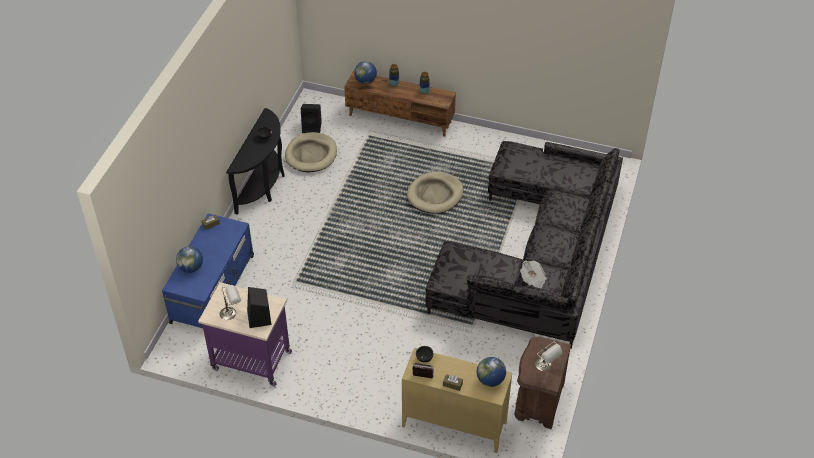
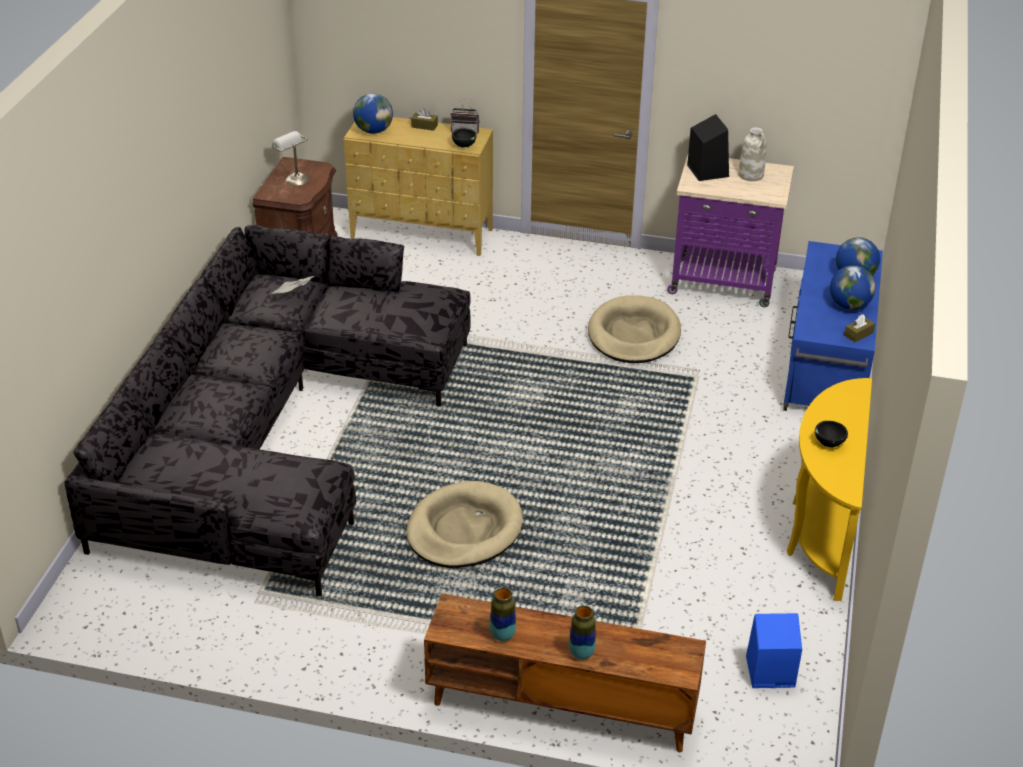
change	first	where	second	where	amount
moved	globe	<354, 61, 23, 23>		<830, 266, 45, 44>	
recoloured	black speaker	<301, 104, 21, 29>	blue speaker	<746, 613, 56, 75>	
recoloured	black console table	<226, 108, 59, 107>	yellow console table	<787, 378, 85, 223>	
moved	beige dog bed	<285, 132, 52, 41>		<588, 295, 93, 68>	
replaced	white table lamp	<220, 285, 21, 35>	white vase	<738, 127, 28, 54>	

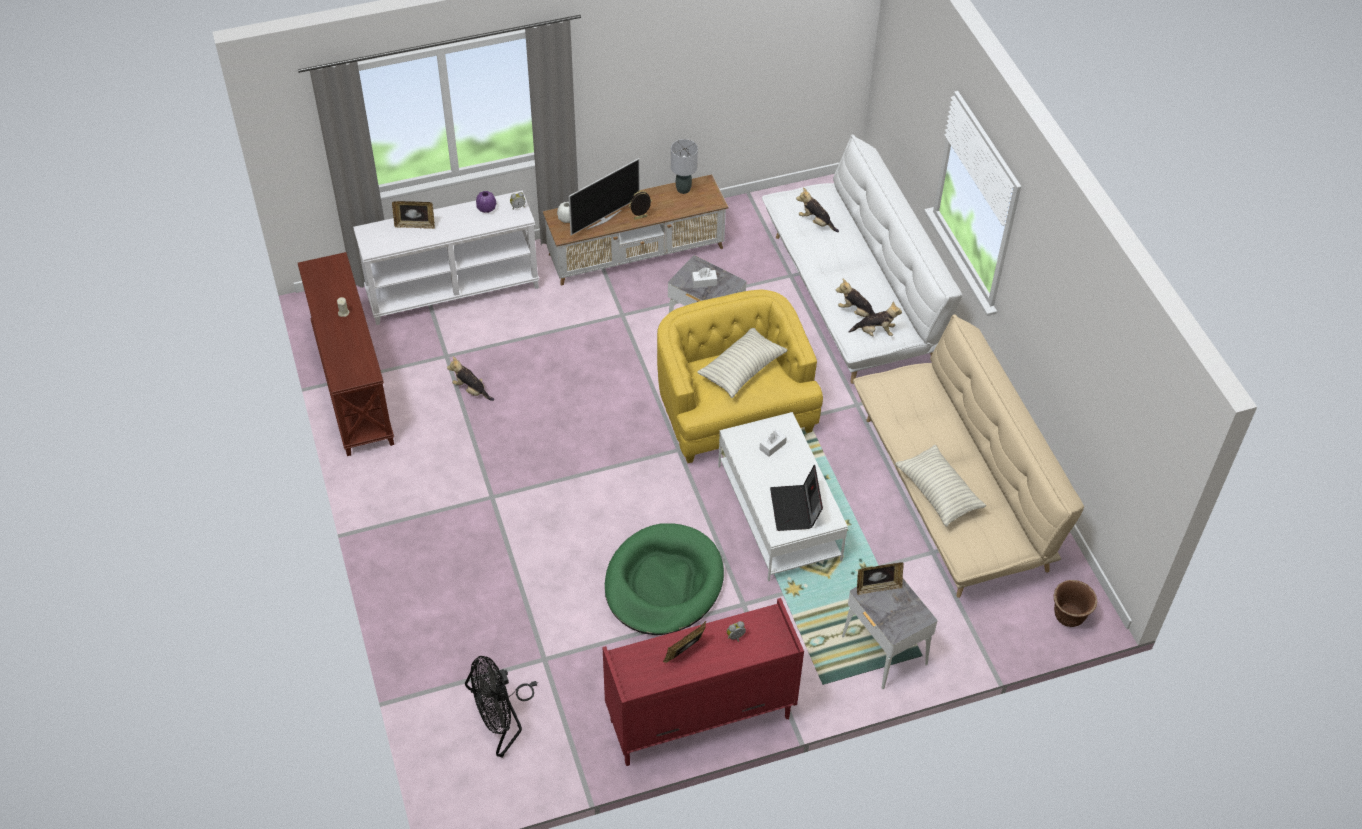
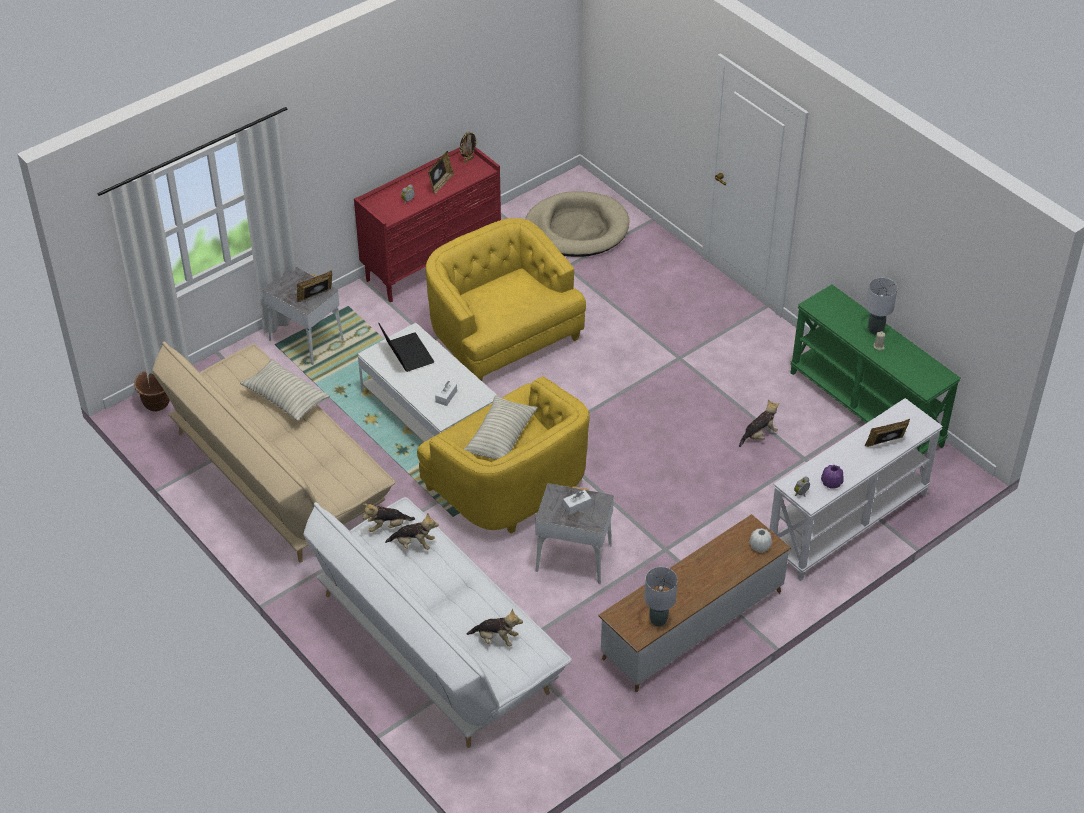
change	first	where	second	where	amount
removed	television	<569, 158, 71, 77>			
moved	picture frame	<629, 190, 23, 30>		<459, 132, 19, 31>	
recoloured	brown console table	<298, 252, 96, 204>	green console table	<790, 284, 171, 170>	
turned	plush toy	<447, 357, 47, 44>		<739, 400, 40, 47>	45 degrees counterclockwise
replaced	green dog bed	<605, 523, 119, 112>	yellow armchair	<425, 218, 161, 163>	
replaced	black fan	<465, 656, 74, 102>	beige dog bed	<525, 191, 105, 66>	
added			grey table lamp	<866, 278, 32, 57>	

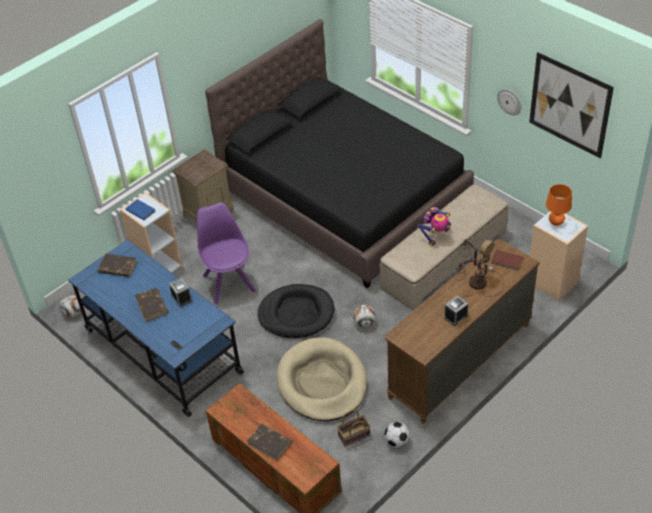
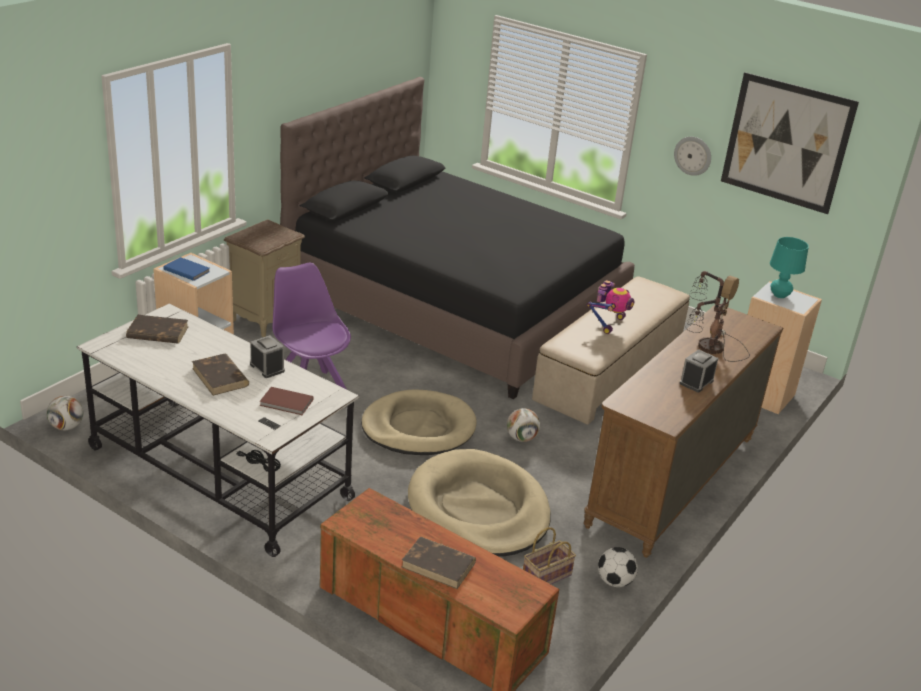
change	first	where	second	where	amount
recoloured	orange table lamp	<546, 184, 26, 42>	turquoise table lamp	<770, 237, 39, 61>	
recoloured	blue desk	<68, 240, 176, 177>	white desk	<77, 303, 282, 254>	
moved	brown book	<491, 249, 32, 22>		<260, 387, 54, 28>	
recoloured	black dog bed	<258, 284, 77, 54>	beige dog bed	<361, 389, 116, 66>	

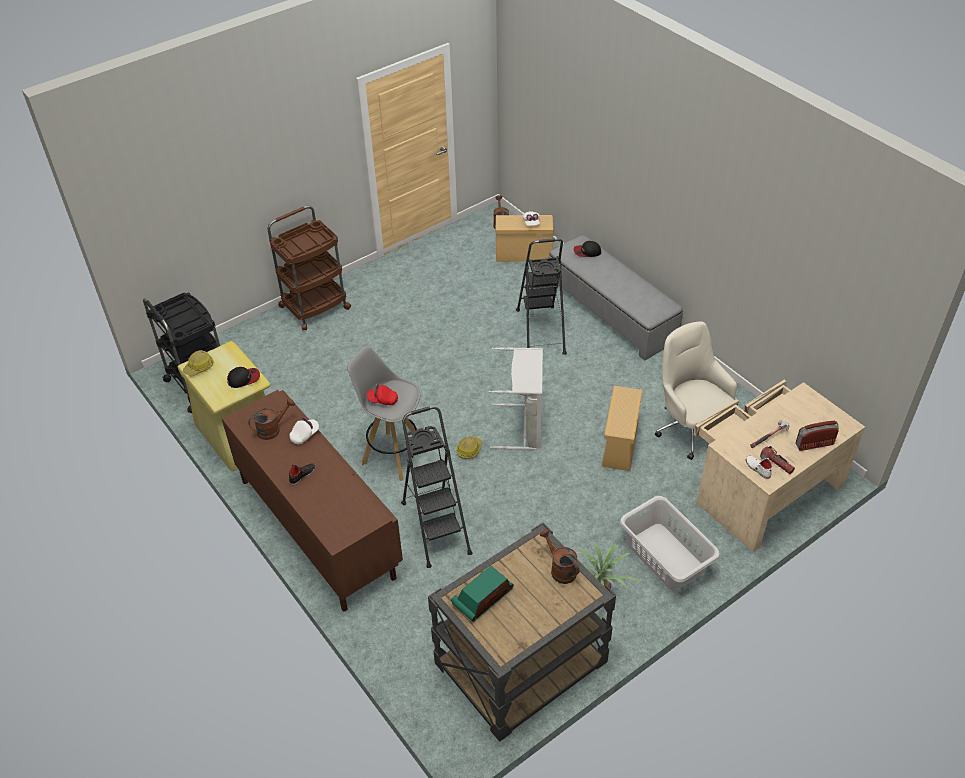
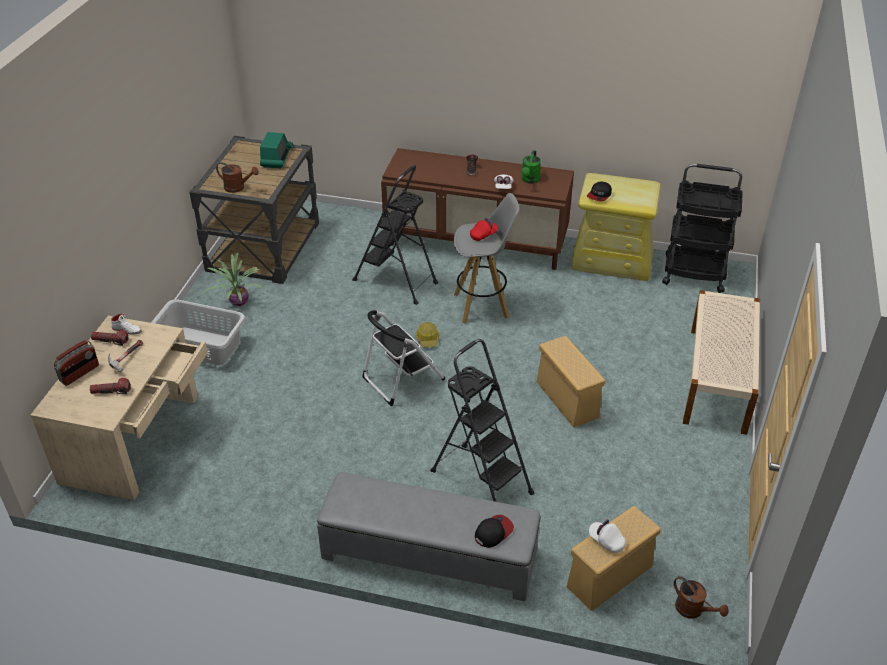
change	first	where	second	where	amount
replaced	brown cart	<268, 206, 83, 124>	beige bench	<683, 290, 77, 145>	
removed	beige office chair	<655, 321, 82, 139>			
replaced	grey laundry basket	<489, 347, 54, 103>	step ladder	<362, 310, 83, 96>	
removed	hard hat	<183, 350, 30, 27>			
moved	beige storage box	<602, 386, 41, 85>		<537, 336, 68, 92>	
recoloured	brown watering can	<248, 398, 47, 42>	green watering can	<521, 150, 20, 34>	
added			flashlight	<90, 378, 41, 16>	

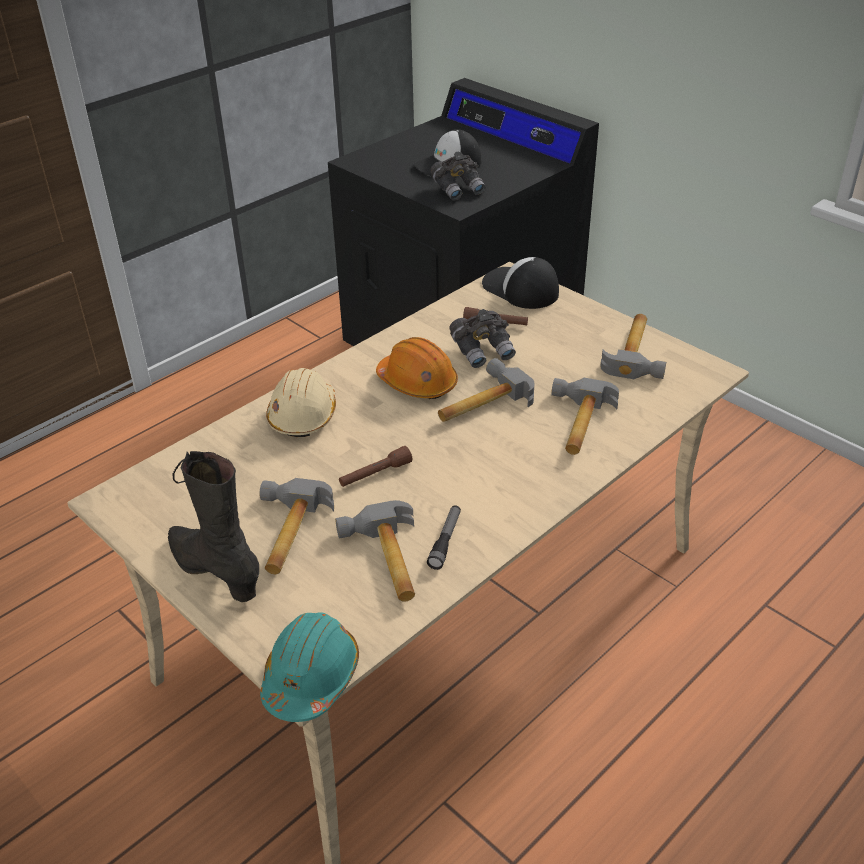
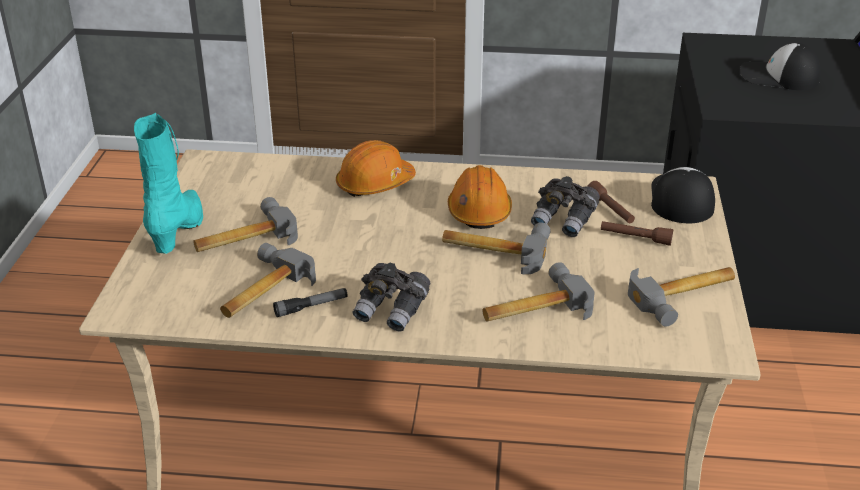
change	first	where	second	where	amount
moved	grey binoculars	<430, 152, 56, 48>		<353, 263, 77, 69>	
recoloured	beige hard hat	<266, 368, 70, 69>	orange hard hat	<336, 140, 80, 57>	
moved	brown flashlight	<339, 446, 73, 41>		<601, 221, 72, 25>	
recoloured	black boot	<168, 451, 91, 151>	turquoise boot	<134, 113, 69, 141>	
removed	turquoise hard hat	<260, 612, 99, 110>			

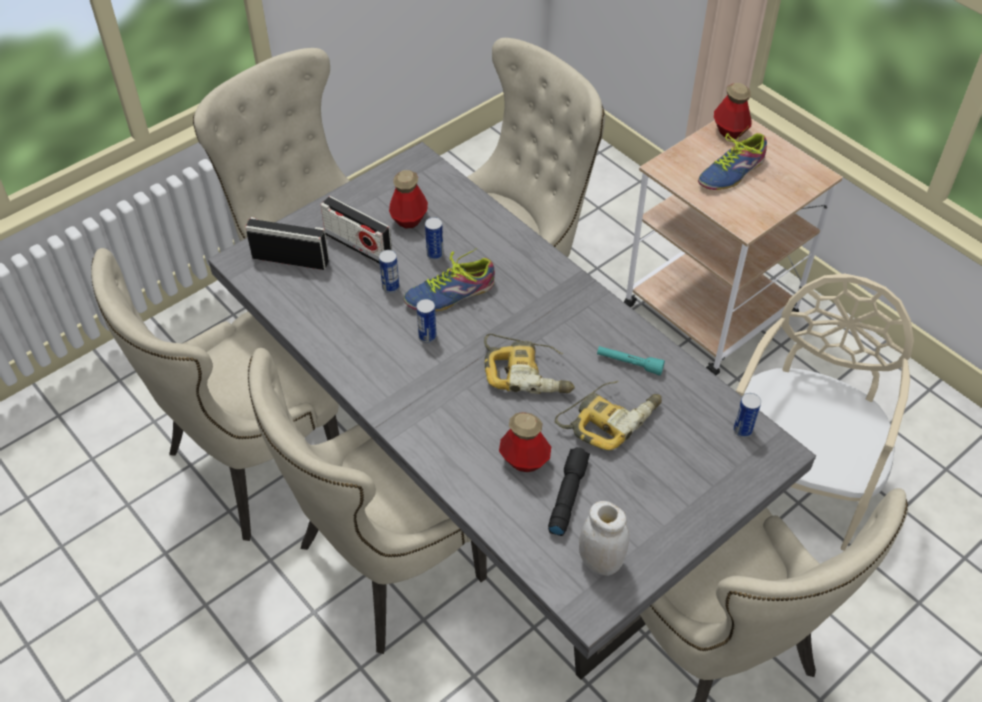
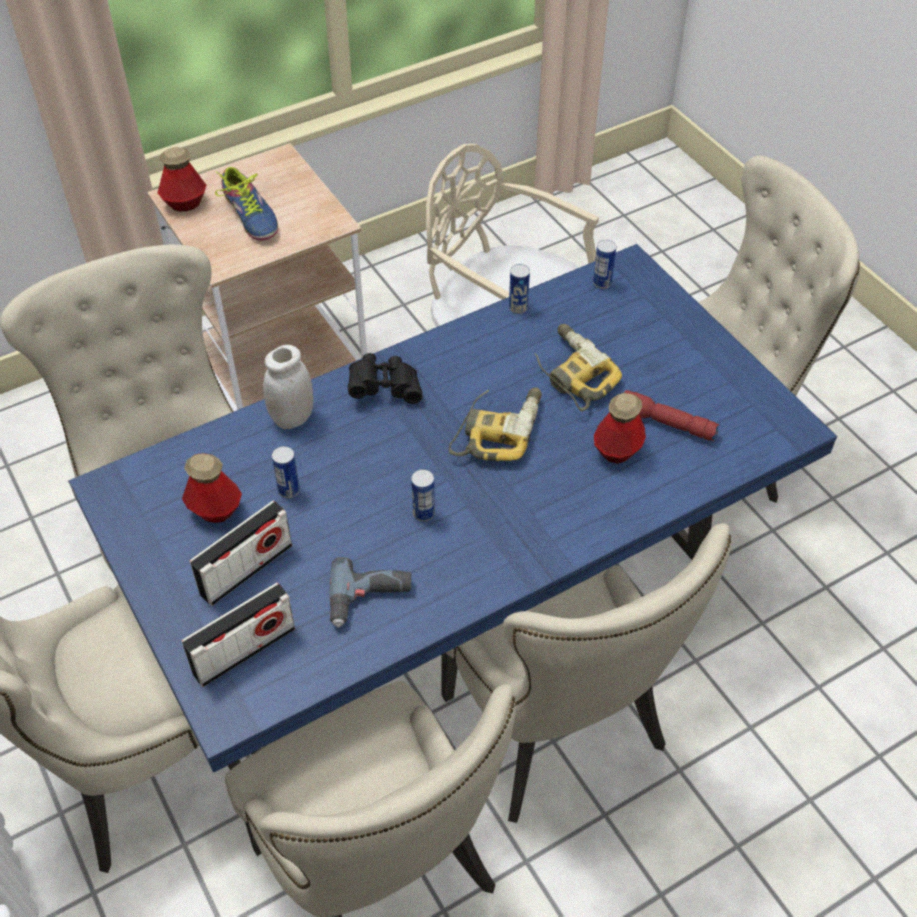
change	first	where	second	where	amount
recoloured	grey dining table	<208, 142, 608, 538>	blue dining table	<68, 244, 769, 529>	
turned	radio	<245, 217, 84, 53>		<182, 583, 113, 104>	150 degrees counterclockwise
removed	shoe	<404, 248, 91, 63>			
moved	can	<379, 250, 20, 43>		<509, 264, 21, 50>	
removed	turquoise flashlight	<597, 346, 68, 30>			
recoloured	black flashlight	<548, 447, 42, 89>	red flashlight	<624, 390, 96, 51>	
moved	white jar	<579, 501, 50, 75>		<263, 345, 50, 84>	
added			black binoculars	<348, 353, 74, 51>	
added			power drill	<329, 557, 82, 71>	

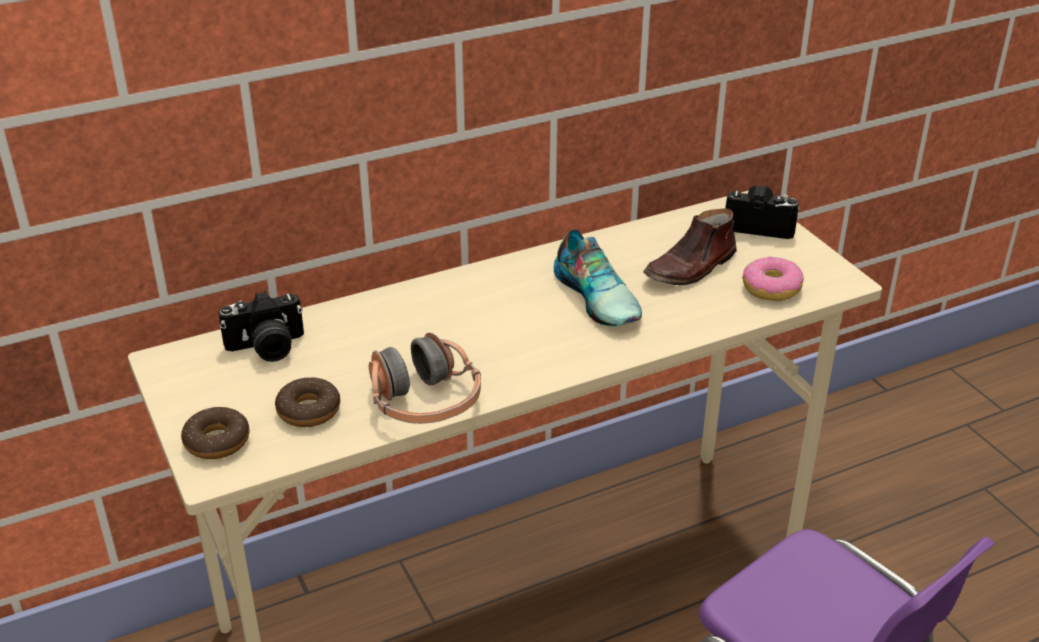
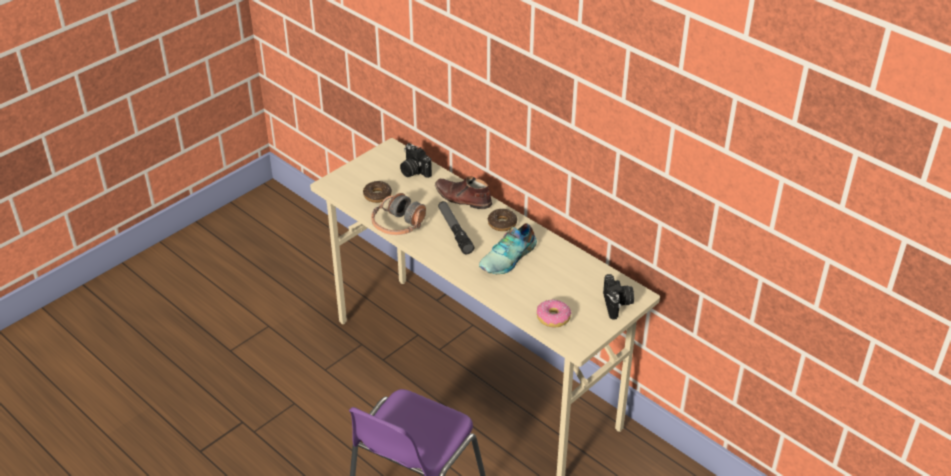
change	first	where	second	where	amount
moved	brown shoe	<643, 208, 94, 77>		<435, 176, 57, 33>	
moved	donut	<181, 407, 68, 52>		<488, 209, 29, 22>	
added			flashlight	<438, 201, 37, 53>	

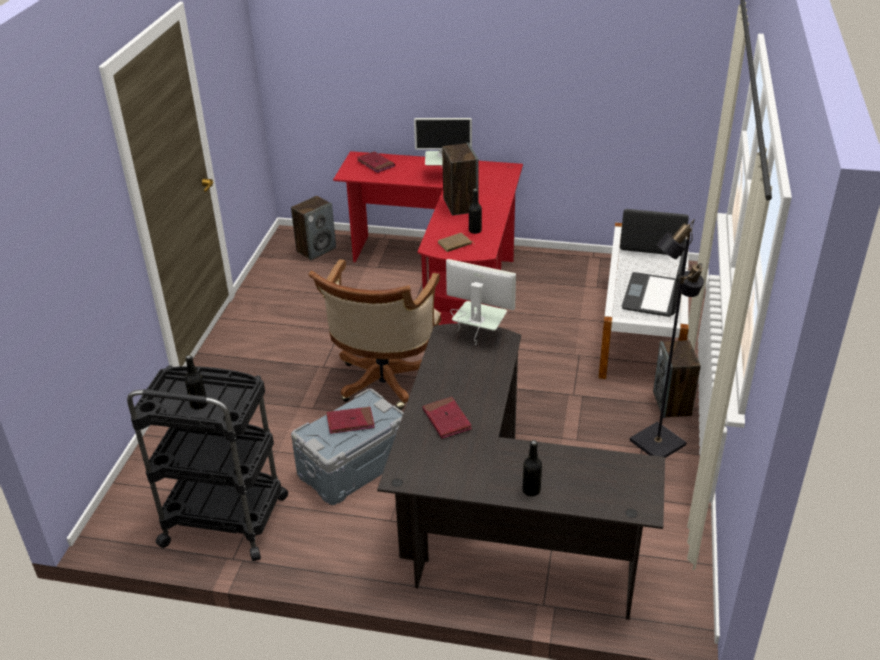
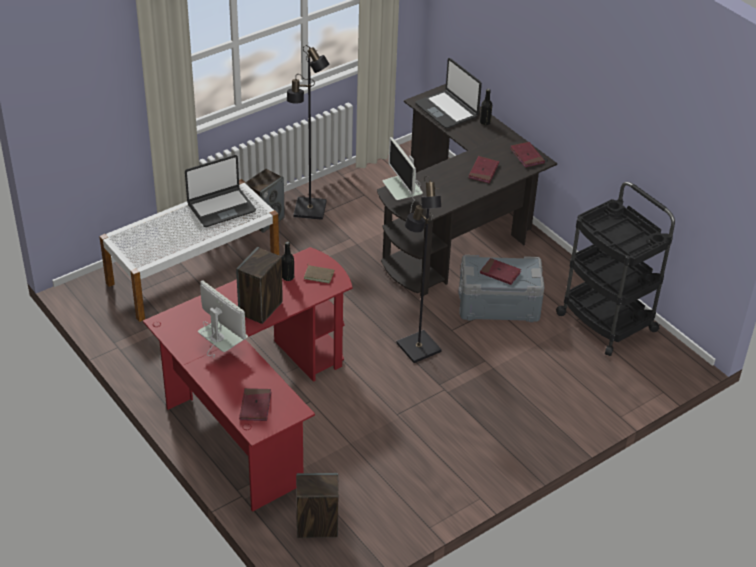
change	first	where	second	where	amount
moved	laptop	<620, 209, 69, 47>		<415, 58, 67, 70>	
replaced	office chair	<309, 259, 132, 151>	black floor lamp	<396, 176, 46, 187>	
removed	black bottle	<185, 355, 22, 54>			
added			red book	<510, 142, 35, 26>	

